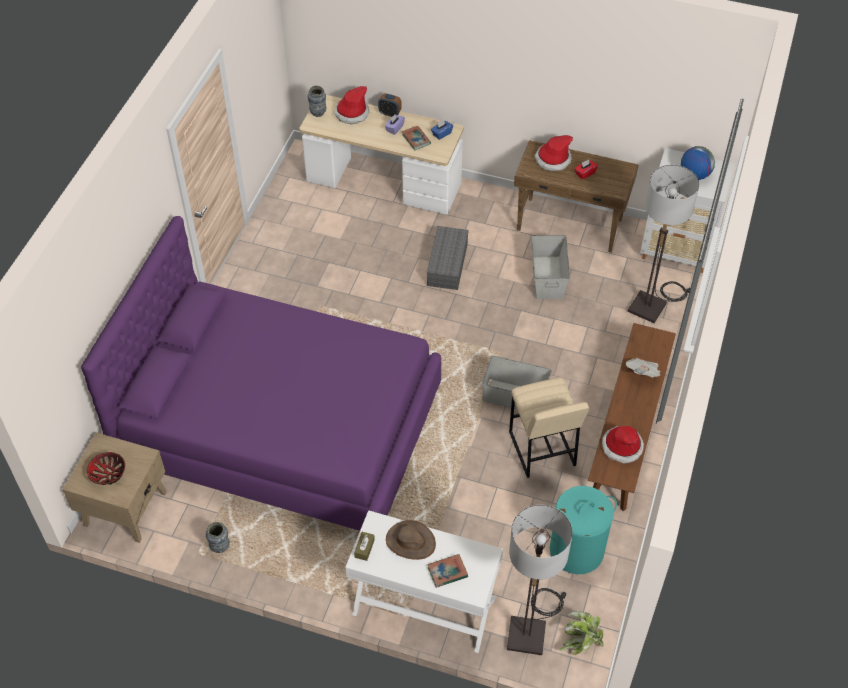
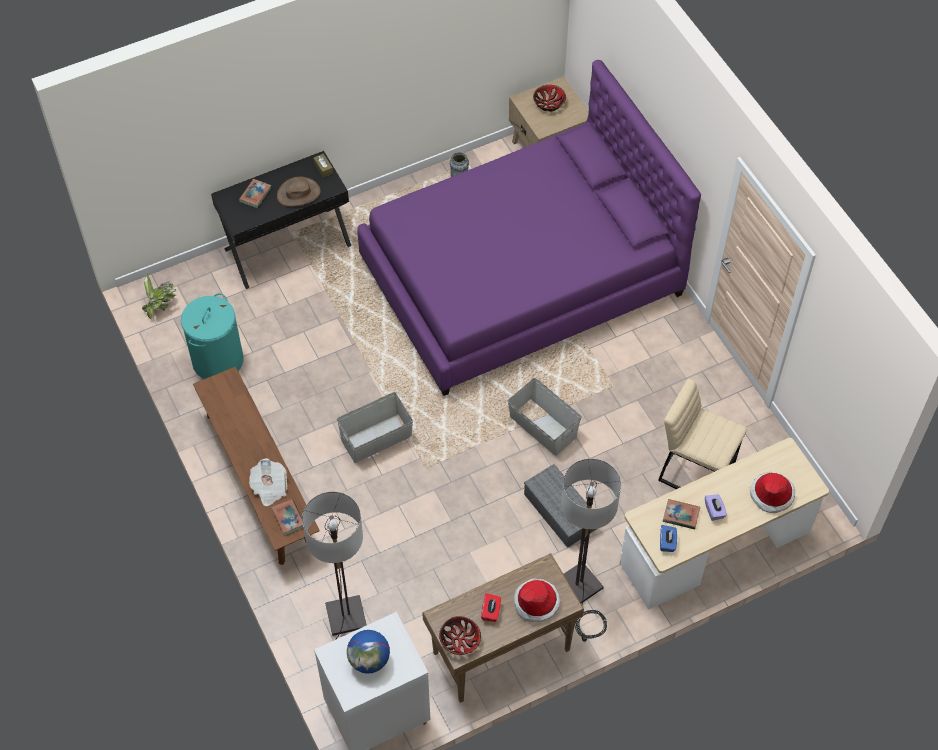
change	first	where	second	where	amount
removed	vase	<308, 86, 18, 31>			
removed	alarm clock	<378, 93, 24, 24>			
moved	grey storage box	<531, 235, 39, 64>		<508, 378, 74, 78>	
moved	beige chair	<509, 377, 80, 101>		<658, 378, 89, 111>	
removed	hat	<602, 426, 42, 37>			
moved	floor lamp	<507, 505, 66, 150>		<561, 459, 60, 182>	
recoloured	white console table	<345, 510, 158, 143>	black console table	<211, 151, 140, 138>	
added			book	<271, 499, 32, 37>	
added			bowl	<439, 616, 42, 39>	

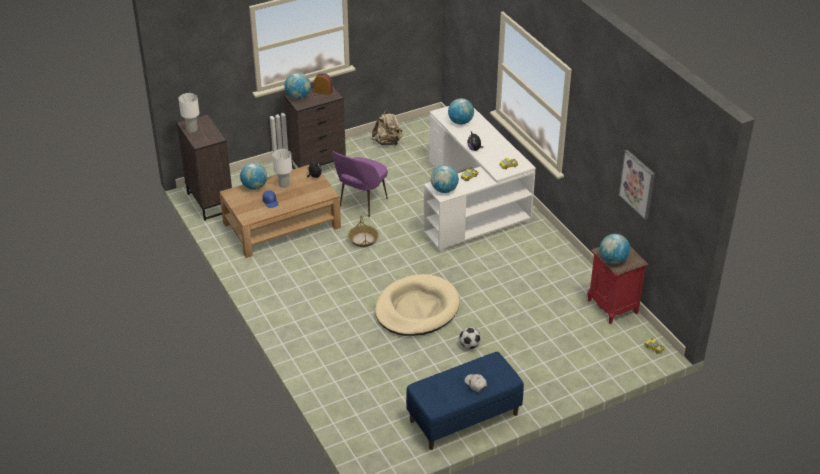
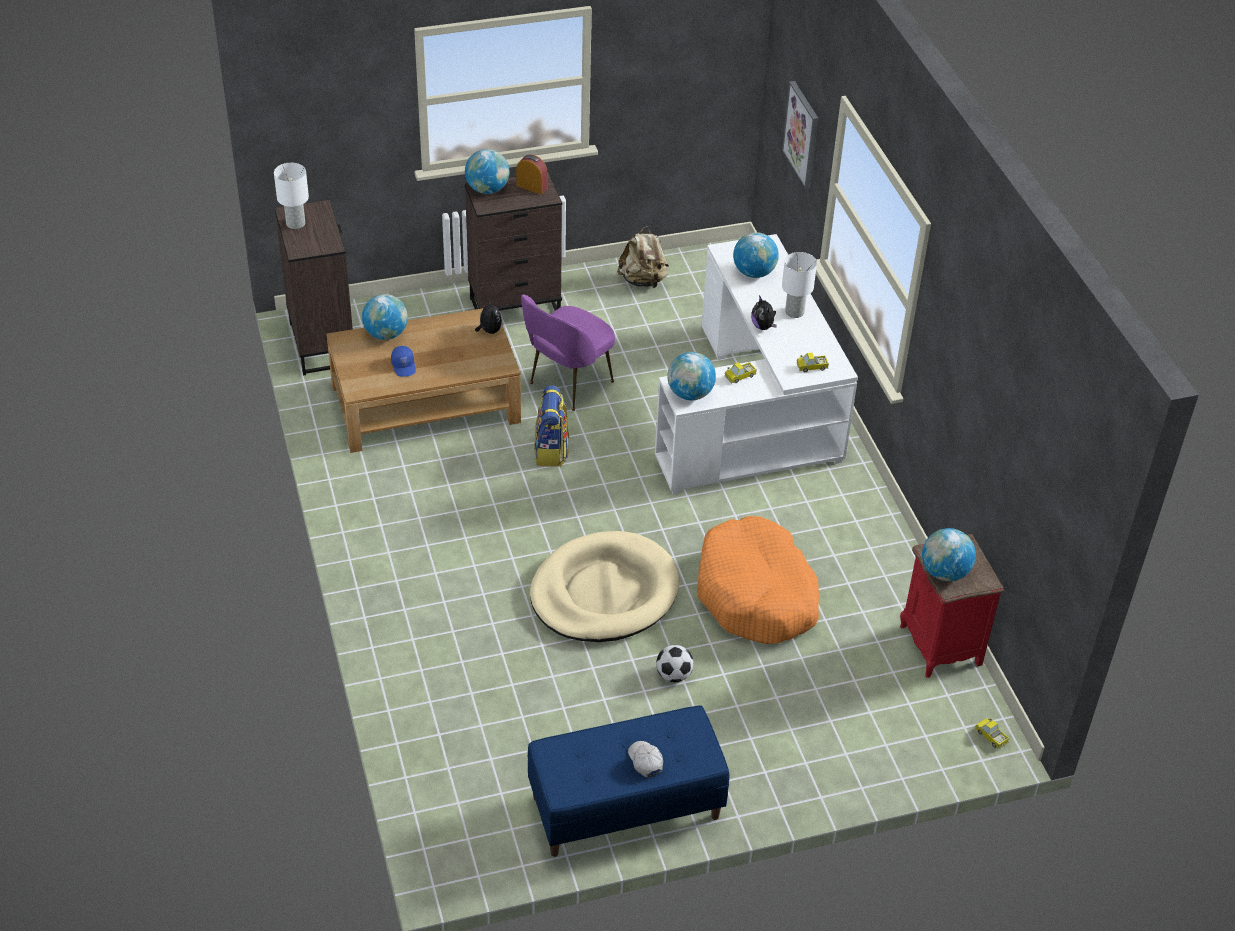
change	first	where	second	where	amount
moved	white table lamp	<272, 149, 20, 39>		<782, 252, 35, 66>	
moved	picture	<619, 150, 36, 70>		<782, 81, 37, 107>	
replaced	basket	<348, 216, 31, 31>	backpack	<534, 385, 35, 82>	
added			orange dog bed	<697, 516, 122, 128>	

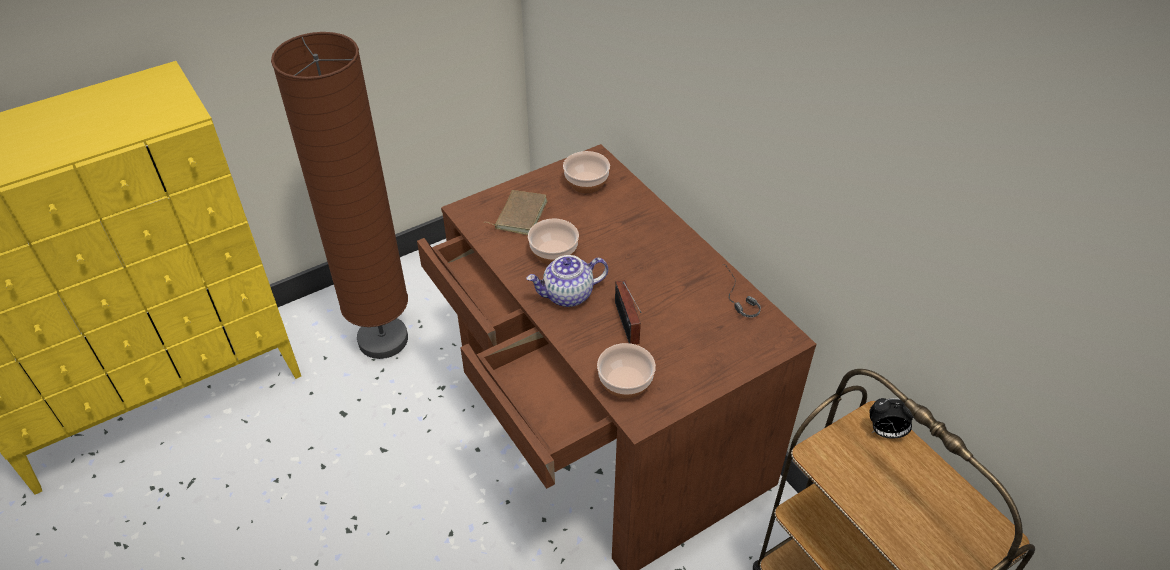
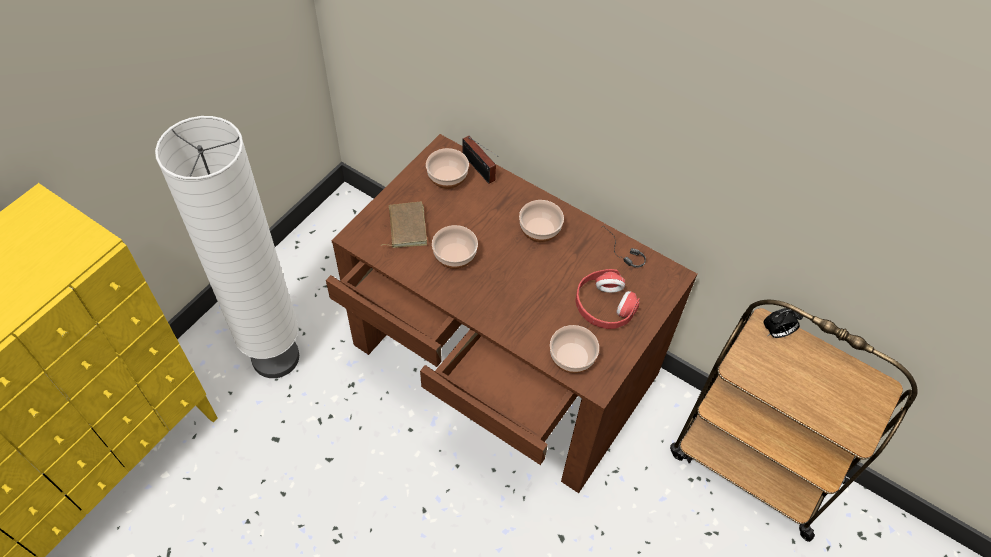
change	first	where	second	where	amount
recoloured	brown floor lamp	<271, 32, 137, 327>	white floor lamp	<155, 116, 144, 262>	
removed	teapot	<526, 255, 82, 52>			
moved	radio	<615, 280, 27, 64>		<463, 136, 36, 48>	
added			bowl	<519, 200, 45, 42>	
added			red headphones	<575, 269, 65, 60>	

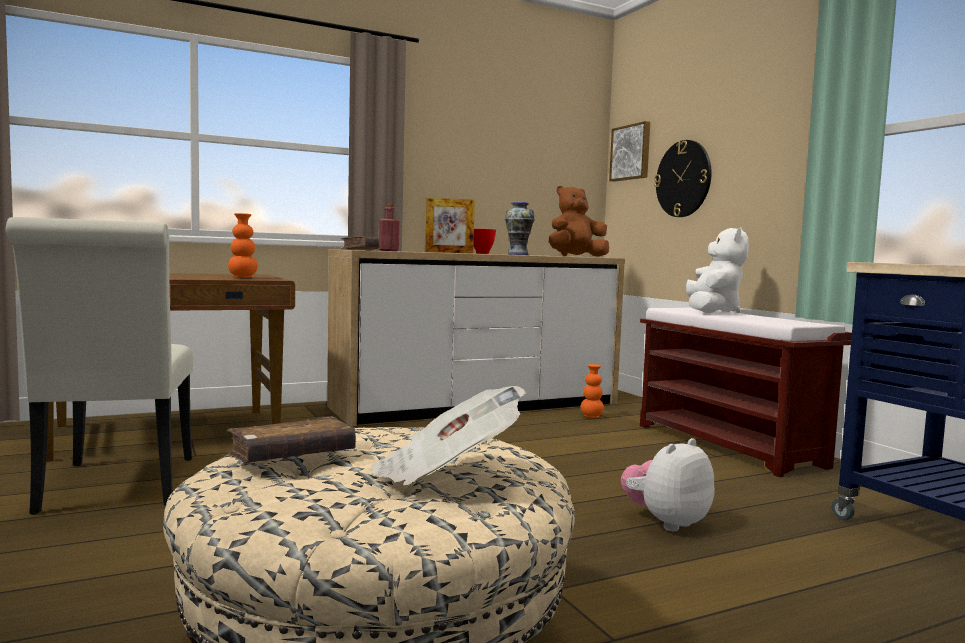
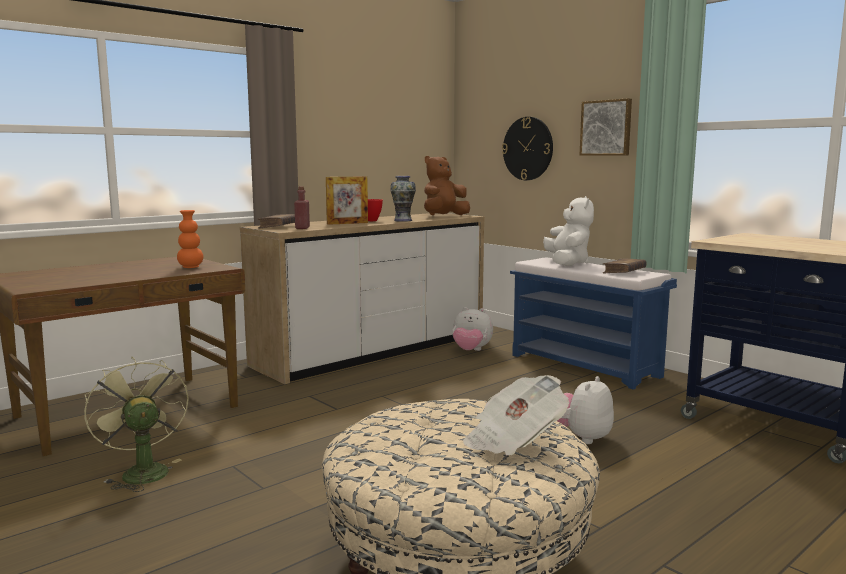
change	first	where	second	where	amount
moved	picture	<609, 121, 41, 61>		<579, 98, 53, 58>	
replaced	white chair	<6, 217, 187, 298>	green fan	<84, 357, 105, 135>	
recoloured	brown bench	<640, 307, 212, 170>	blue bench	<510, 257, 167, 133>	
replaced	orange vase	<581, 364, 23, 54>	plush toy	<452, 307, 41, 44>	
moved	brown book	<227, 416, 129, 47>		<603, 258, 44, 15>	

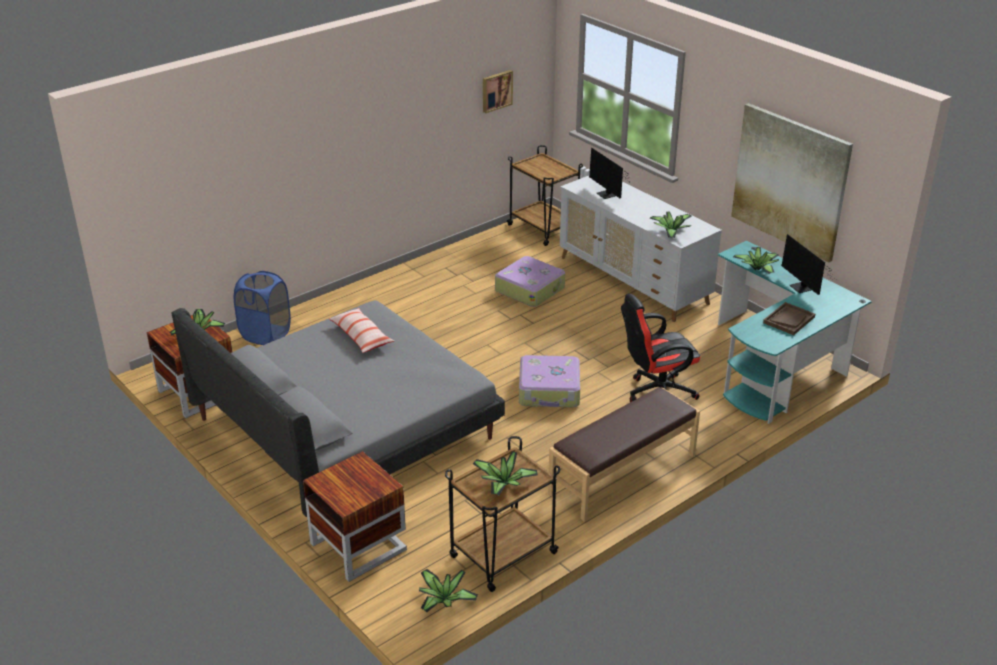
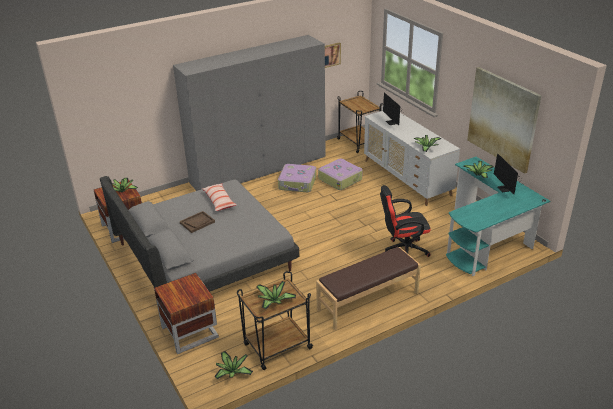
change	first	where	second	where	amount
removed	blue laundry basket	<234, 271, 57, 74>			
moved	brown tray	<763, 302, 52, 33>		<180, 211, 35, 22>	
moved	suitcase	<519, 355, 61, 52>		<278, 164, 38, 28>	
added			grey wardrobe	<173, 35, 153, 156>	

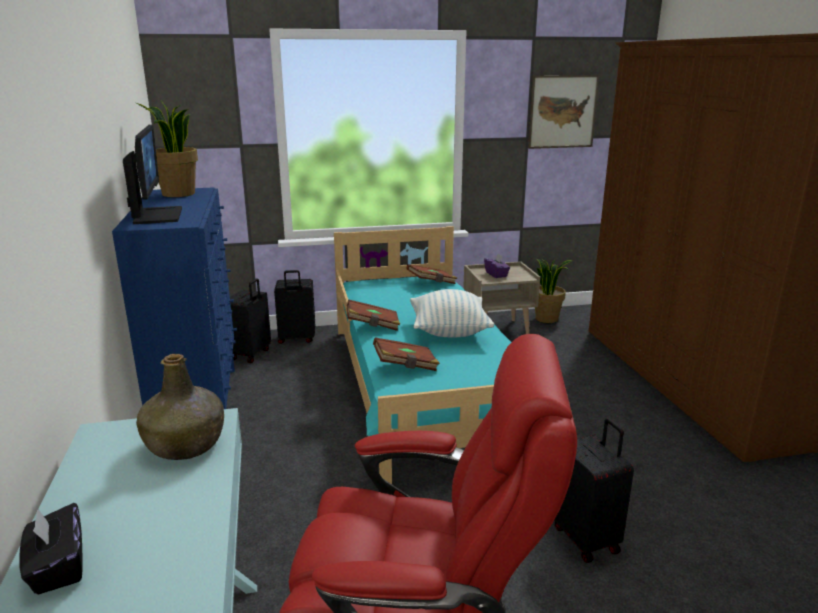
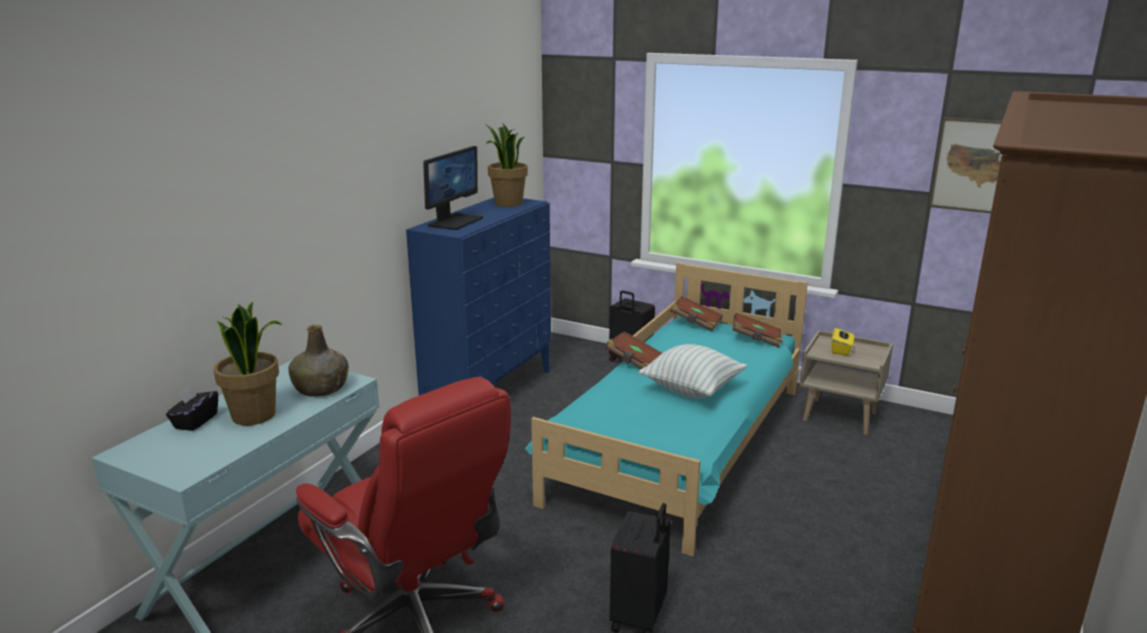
change	first	where	second	where	amount
recoloured	purple tissue box	<484, 254, 26, 24>	yellow tissue box	<832, 328, 22, 28>	
moved	potted plant	<535, 259, 38, 64>		<213, 302, 70, 124>	
removed	black suitcase	<230, 279, 41, 84>			
moved	brown book	<373, 337, 67, 34>		<670, 296, 53, 35>	

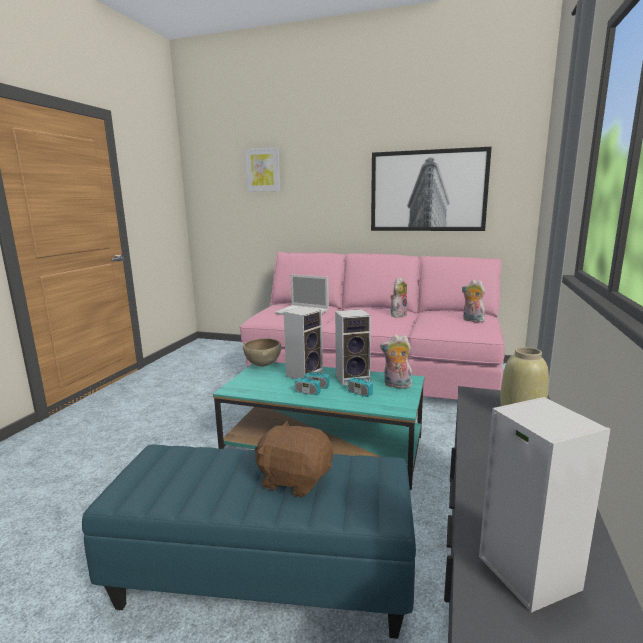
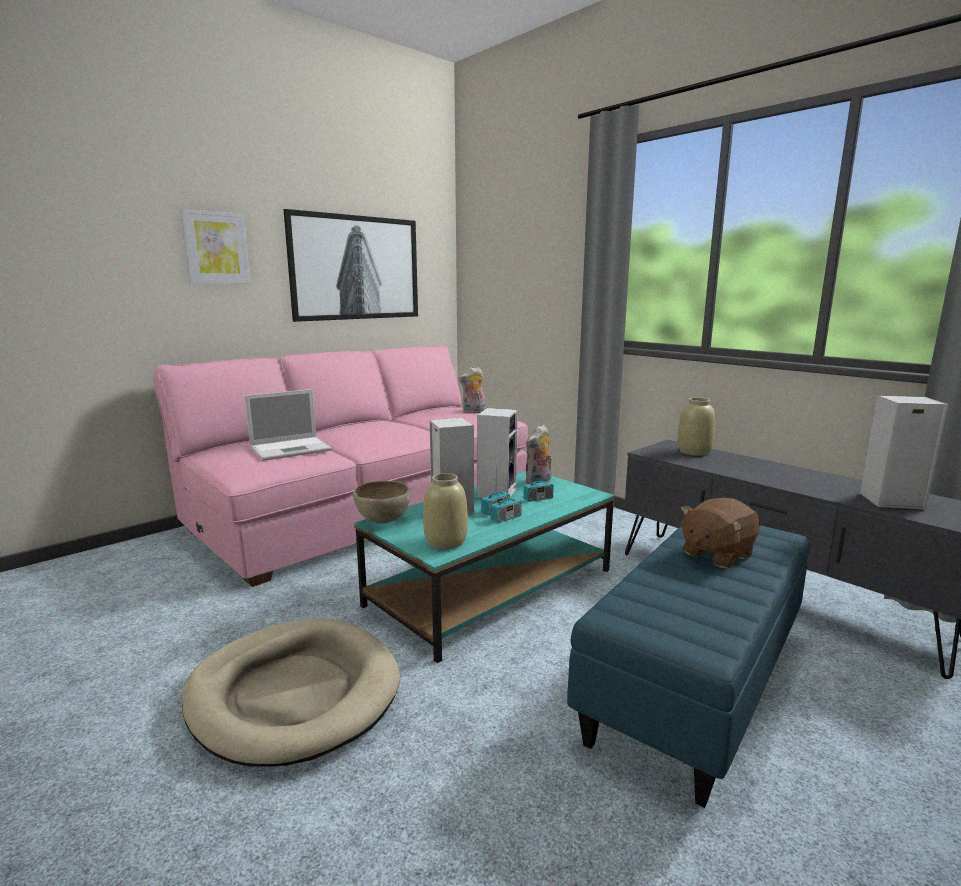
change	first	where	second	where	amount
moved	picture	<245, 147, 36, 45>		<180, 209, 71, 74>	
removed	plush toy	<390, 277, 17, 41>			
added			beige vase	<423, 473, 45, 77>	
added			beige dog bed	<182, 618, 218, 149>	

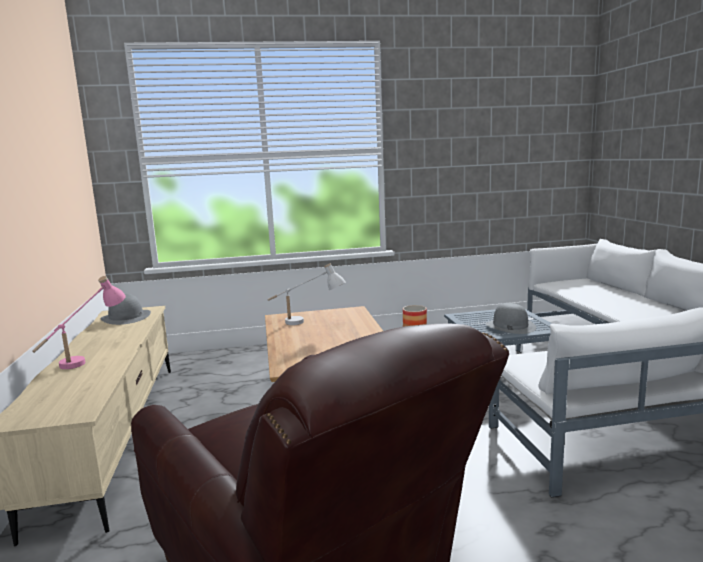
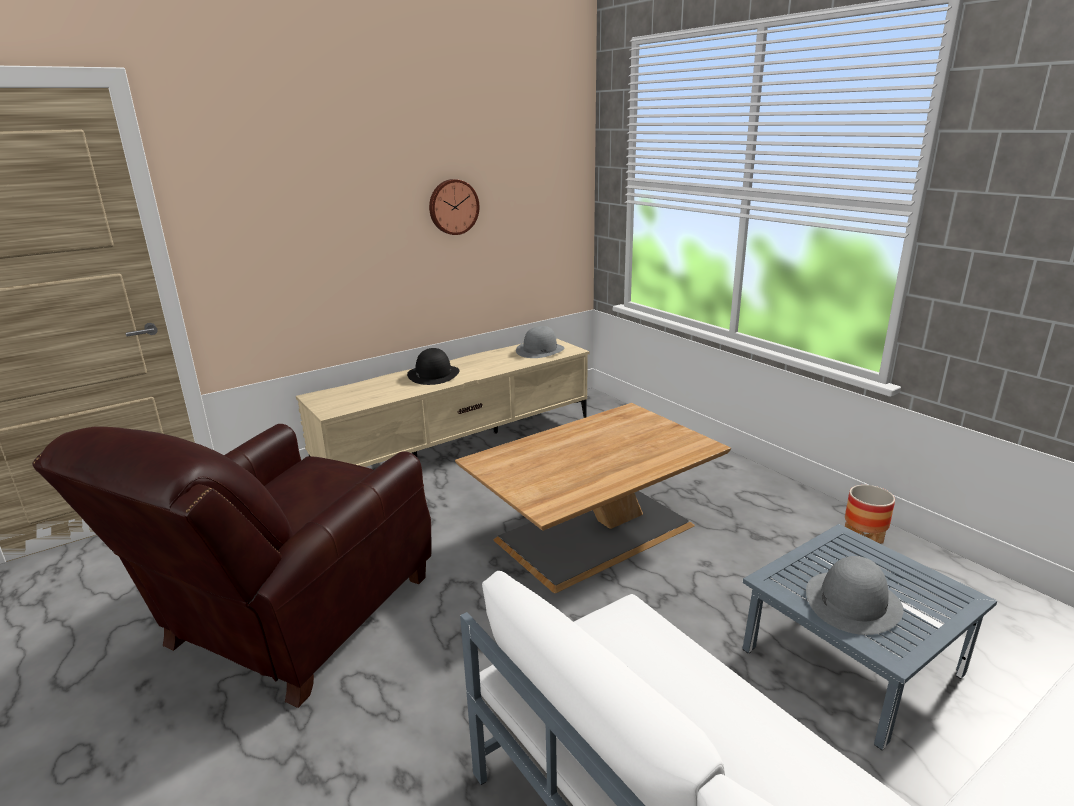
change	first	where	second	where	amount
removed	white table lamp	<267, 263, 79, 62>			
replaced	pink table lamp	<32, 276, 94, 93>	black hat	<407, 348, 53, 37>	
added			wall clock	<429, 179, 50, 56>	

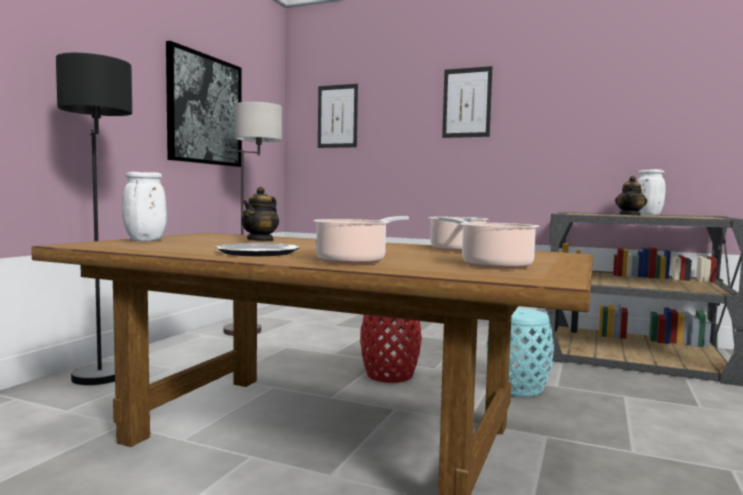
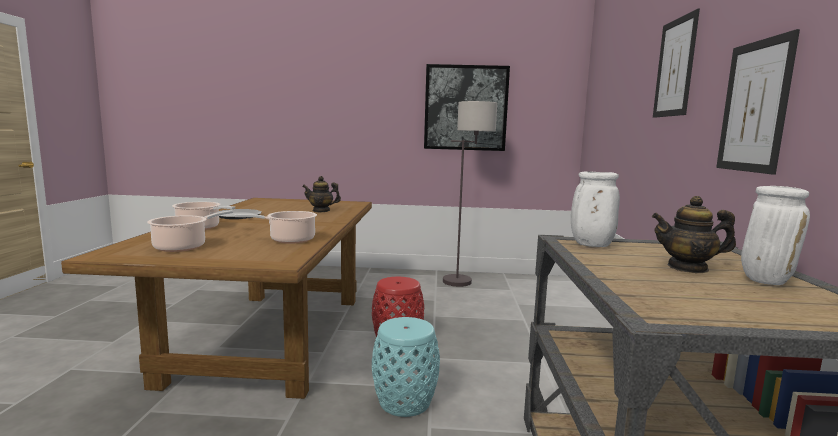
change	first	where	second	where	amount
removed	black floor lamp	<56, 53, 76, 332>			
moved	picture	<318, 84, 40, 64>		<716, 29, 84, 146>	
moved	white vase	<122, 172, 45, 69>		<571, 171, 49, 76>	

